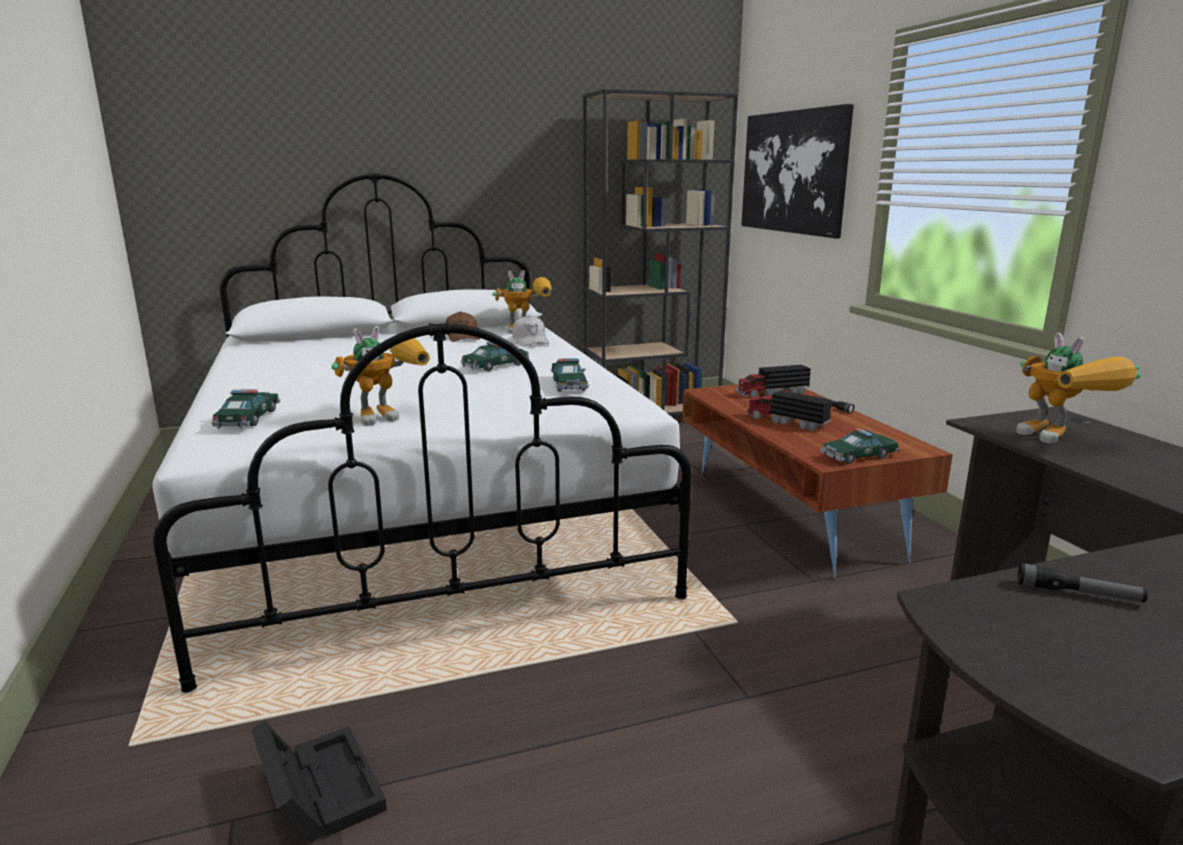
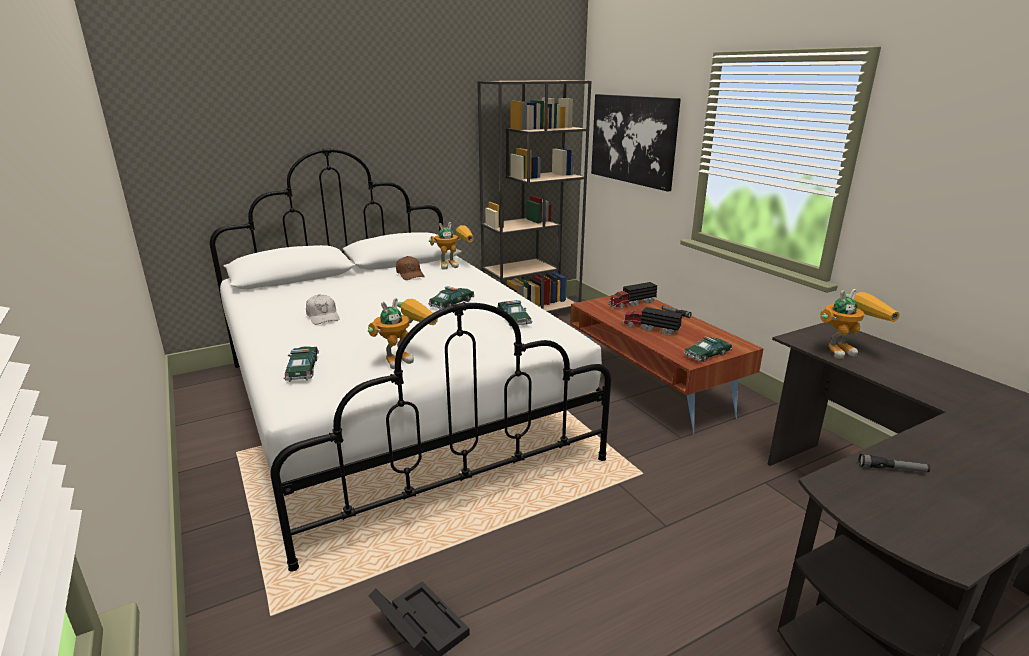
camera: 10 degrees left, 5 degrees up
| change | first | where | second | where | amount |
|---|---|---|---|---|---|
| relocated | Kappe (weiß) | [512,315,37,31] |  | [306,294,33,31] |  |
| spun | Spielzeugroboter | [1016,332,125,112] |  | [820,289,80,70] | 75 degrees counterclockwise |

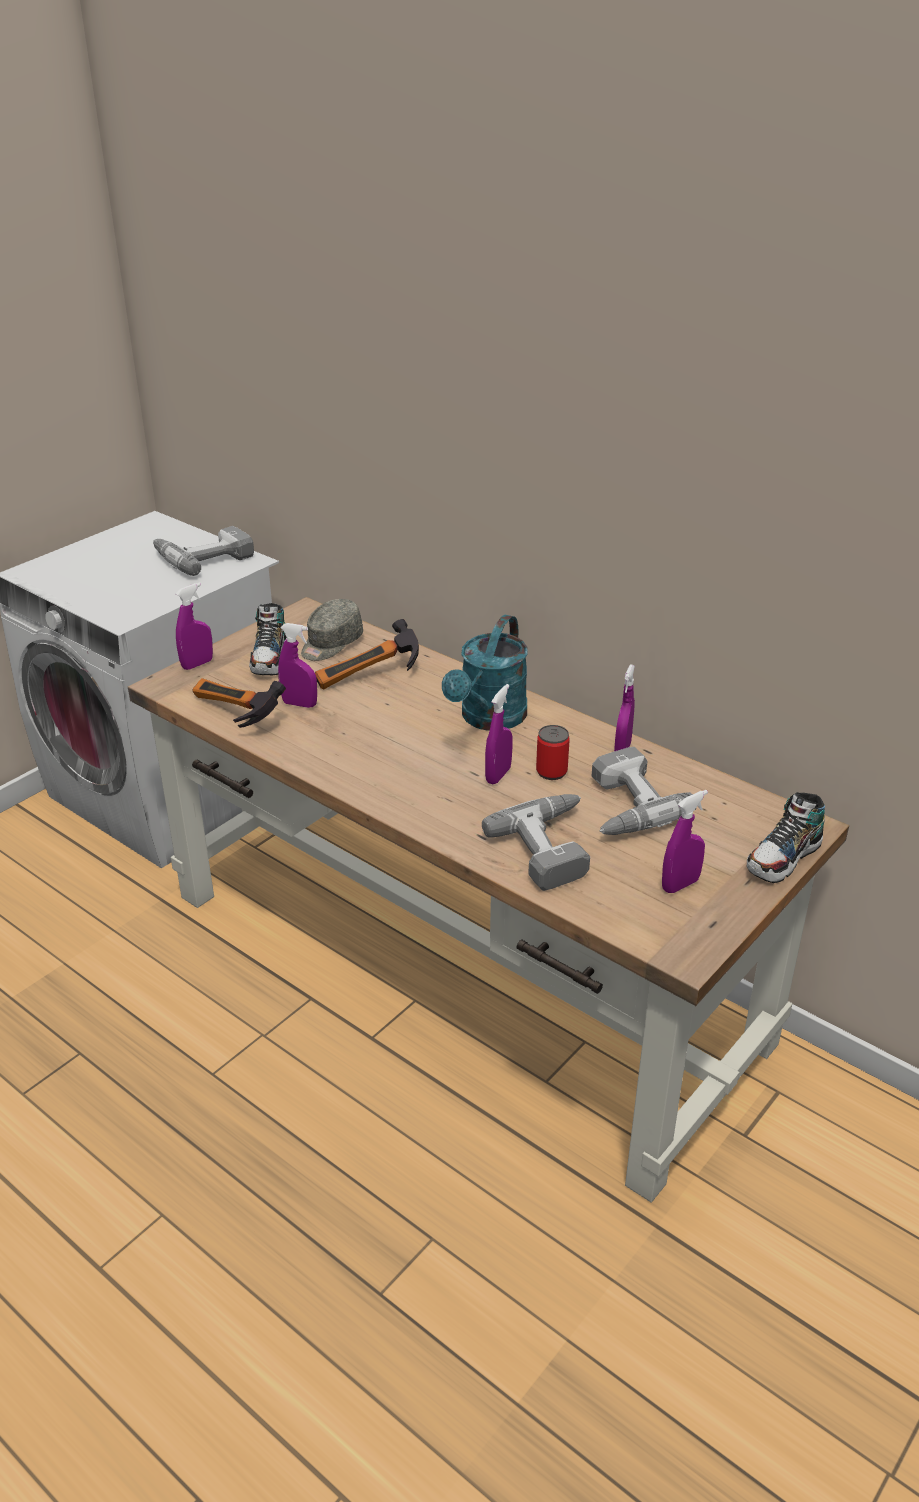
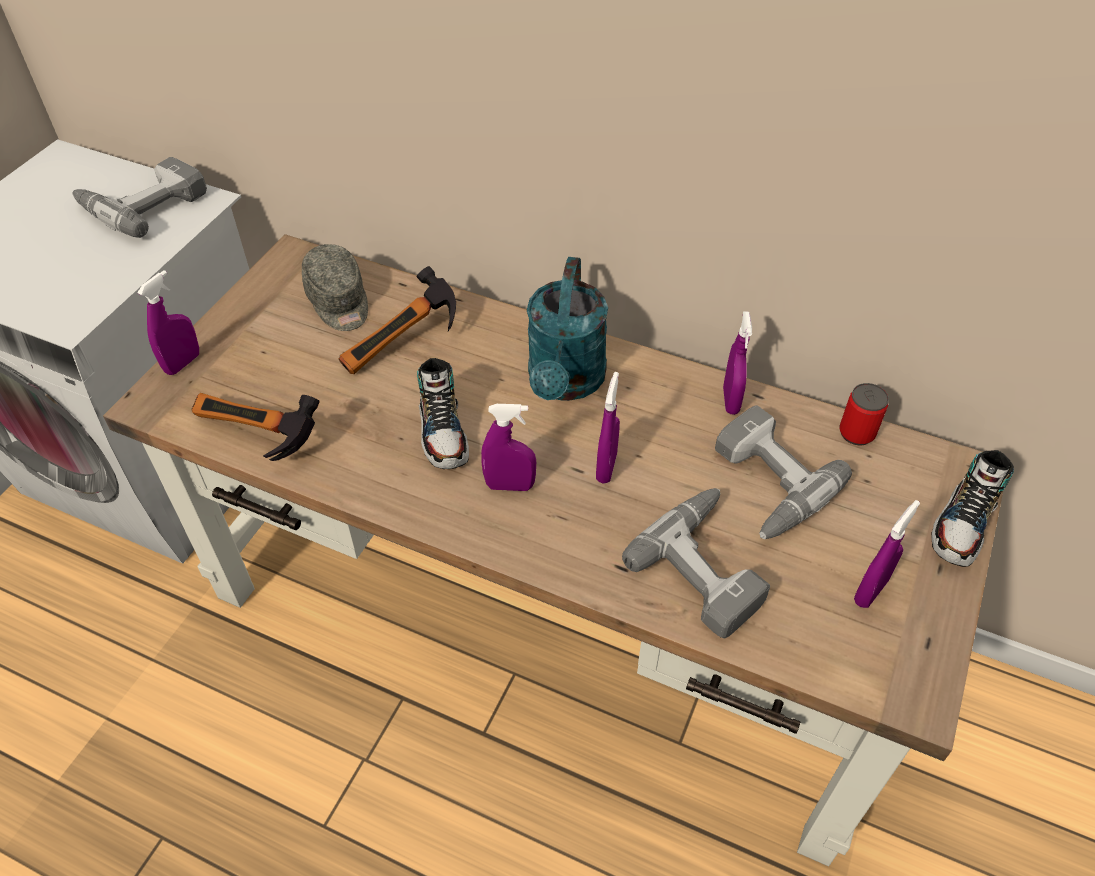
camera: 15 degrees left, 15 degrees up
| change | first | where | second | where | amount |
|---|---|---|---|---|---|
| relocated | Schuh | [249,603,38,72] |  | [417,358,52,111] |  |
| relocated | Sprühflasche (lila) | [278,623,39,85] |  | [481,404,55,87] |  |
| relocated | Dose | [536,725,34,55] |  | [839,383,50,62] |  |
| spun | Kappe (grau) | [301,599,62,62] |  | [302,244,66,87] | 45 degrees counterclockwise |

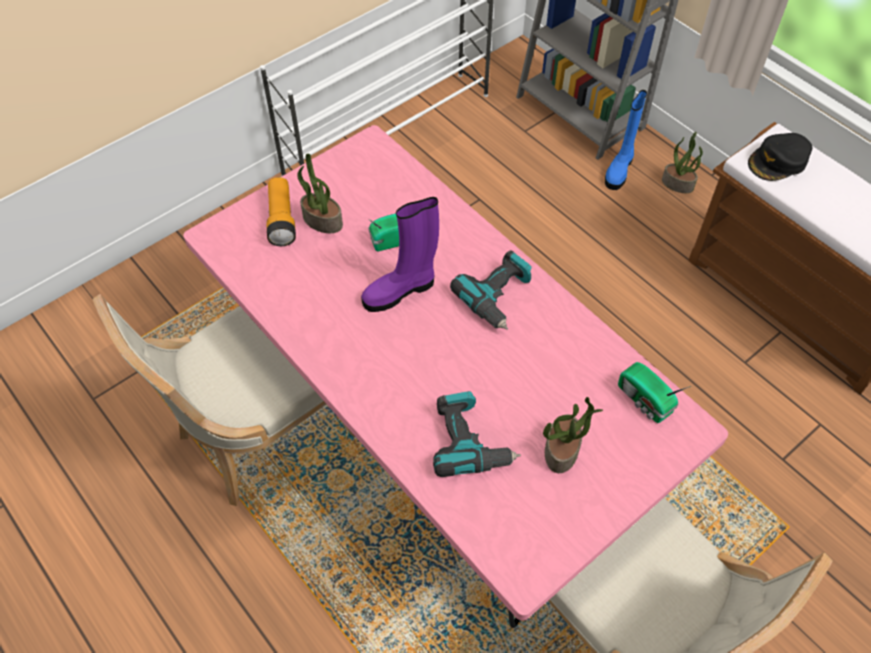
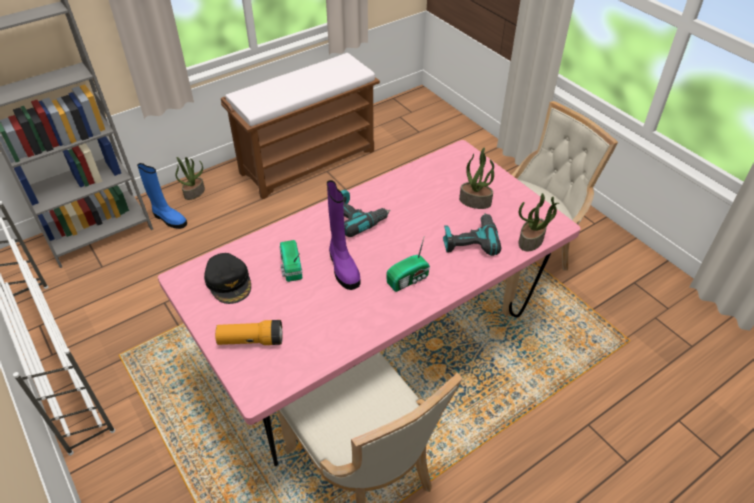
camera: 85 degrees left, 10 degrees down
| change | first | where | second | where | amount |
|---|---|---|---|---|---|
| relocated | Topfpflanze | [297,154,46,79] |  | [518,193,41,58] |  |
| relocated | Radio | [618,362,73,61] |  | [386,238,44,54] |  |
| relocated | Kappe (schwarz) | [748,133,64,48] |  | [204,253,47,51] |  |

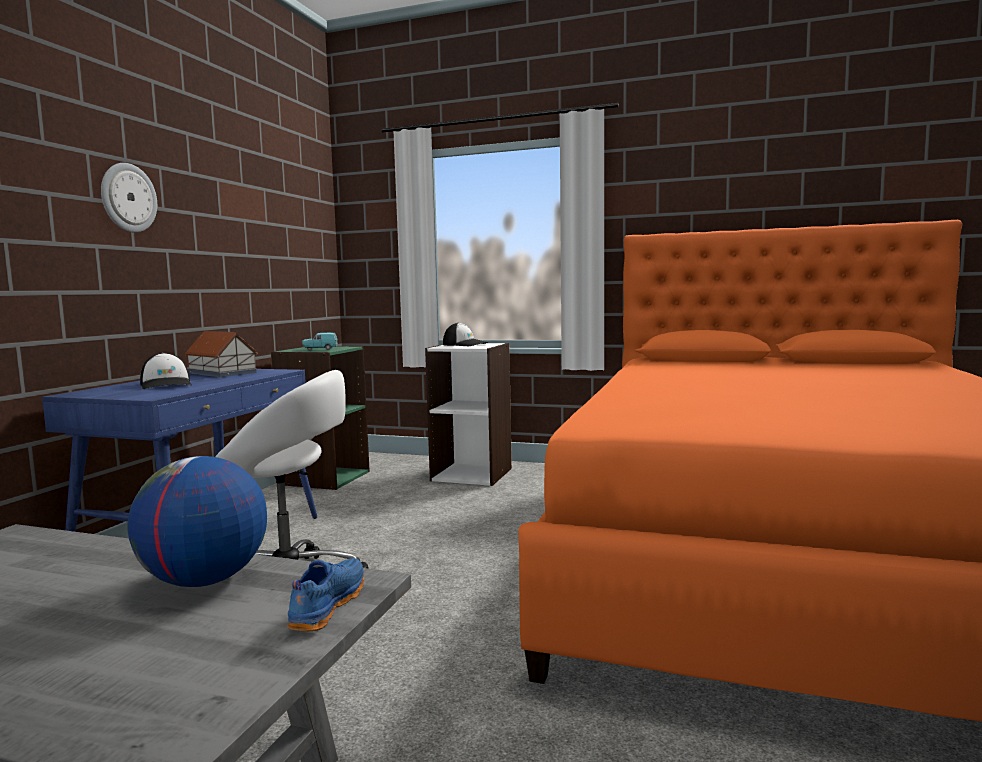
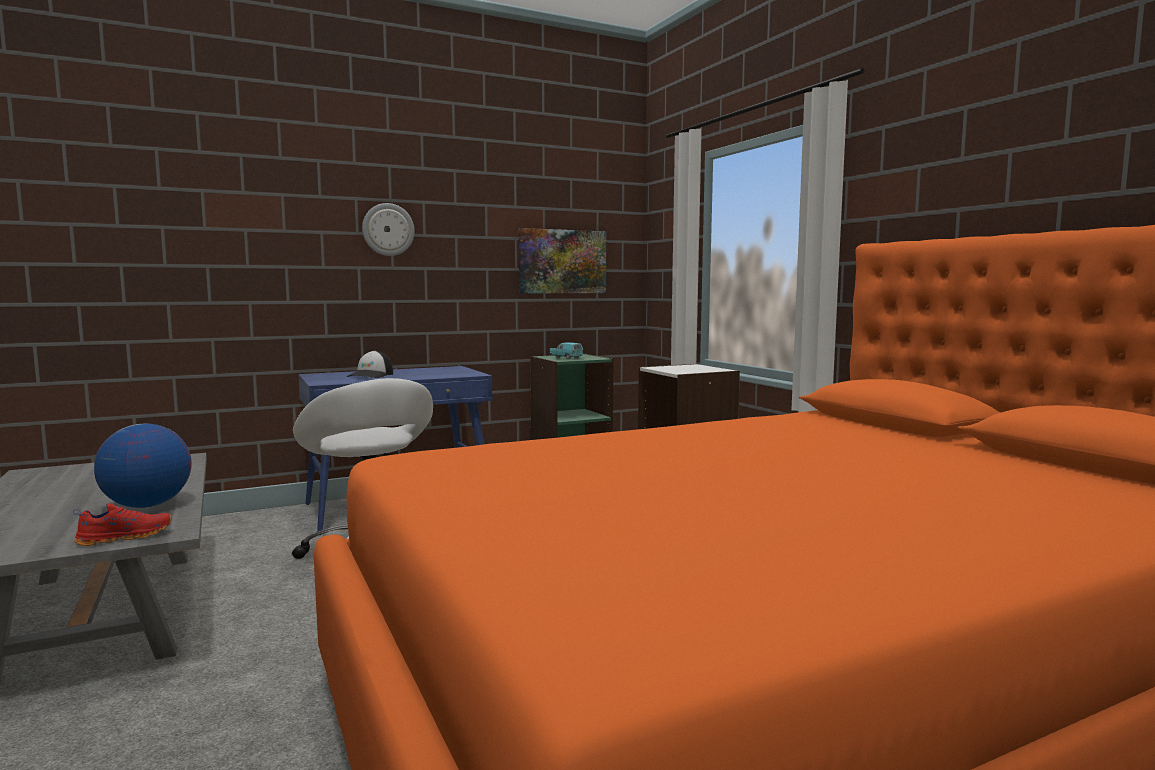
camera: 45 degrees right, 0 degrees up
| change | first | where | second | where | amount |
|---|---|---|---|---|---|
| missing | Spielzeughaus | [185,331,73,46] |  |  |  |
| missing | Kappe | [443,323,45,23] |  |  |  |
| appeared |  |  | Bild | [519,228,87,66] |  |
| colour | Schuh (blau) | [287,558,77,74] | Schuh (rot) | [73,503,99,43] |  |

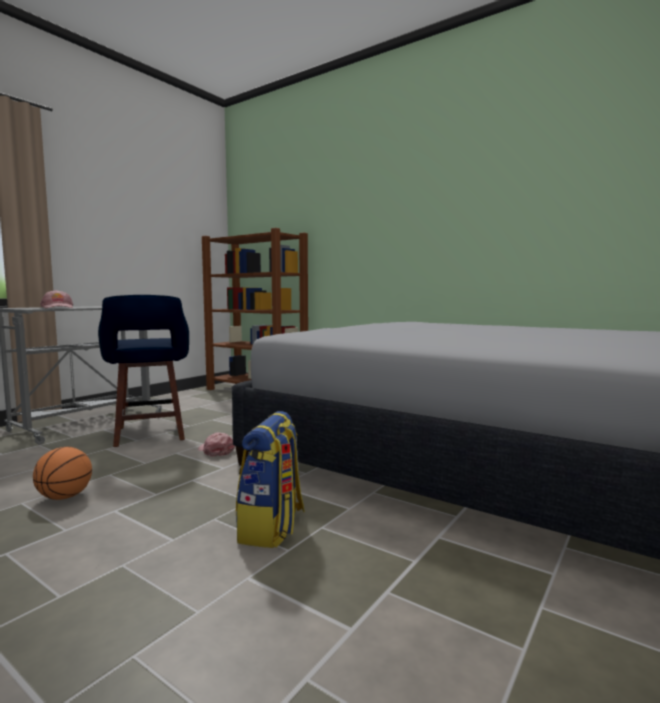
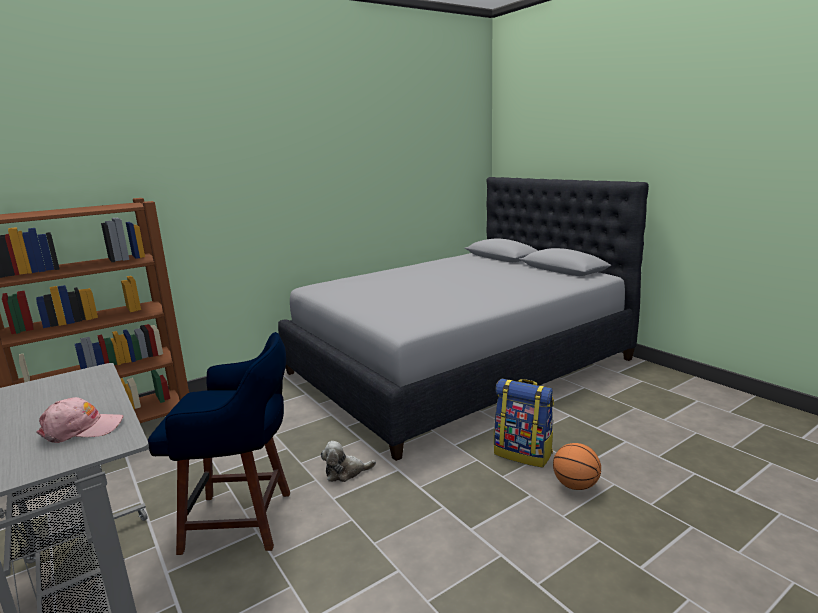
camera: 70 degrees left, 10 degrees up
| change | first | where | second | where | amount |
|---|---|---|---|---|---|
| relocated | Basketball | [33,447,59,53] |  | [553,443,48,47] |  |
| exchanged | Kappe (rosa) | [198,432,37,25] | Plüschtier | [321,441,55,41] |  |

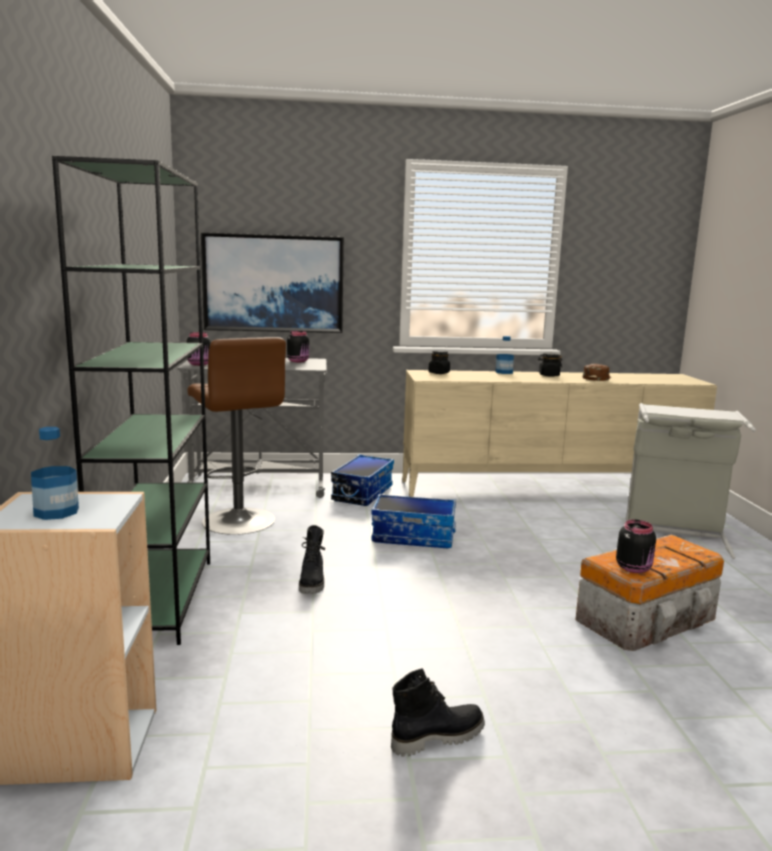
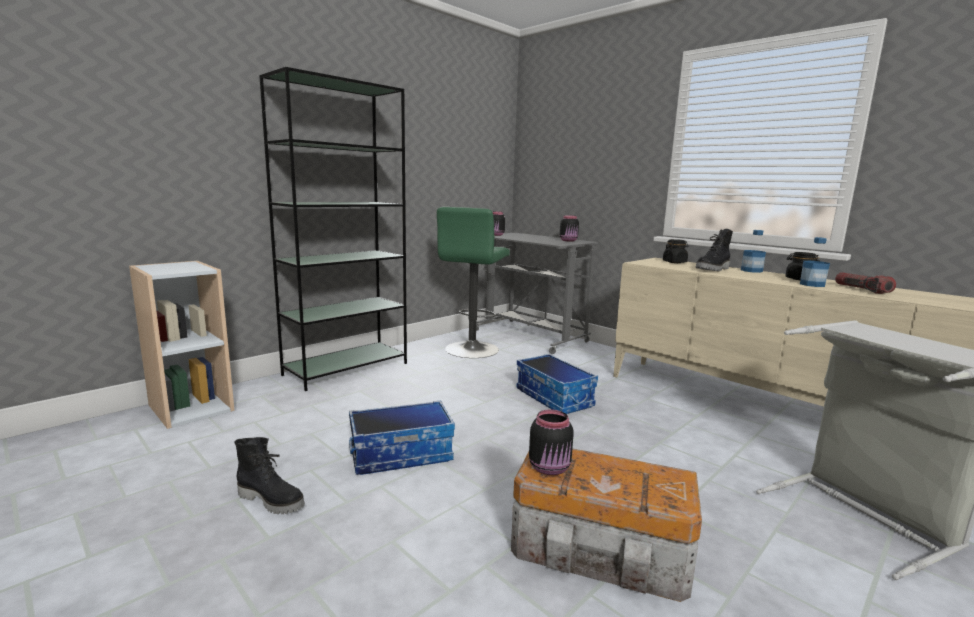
camera: 50 degrees right, 0 degrees up
| change | first | where | second | where | amount |
|---|---|---|---|---|---|
| missing | Bild | [201,232,143,101] |  |  |  |
| relocated | Flasche | [31,427,48,93] |  | [800,237,30,50] |  |
| relocated | Stiefel (schwarz) | [299,525,26,69] |  | [696,229,37,42] |  |
| relocated | Aufbewahrungsbox | [331,454,63,52] |  | [349,401,106,74] |  |
| exchanged | Kappe (braun) | [583,364,28,17] | Taschenlampe | [835,272,61,22] |  |
| colour | Hocker (braun) | [188,337,98,198] | Hocker (grün) | [437,207,73,151] |  |

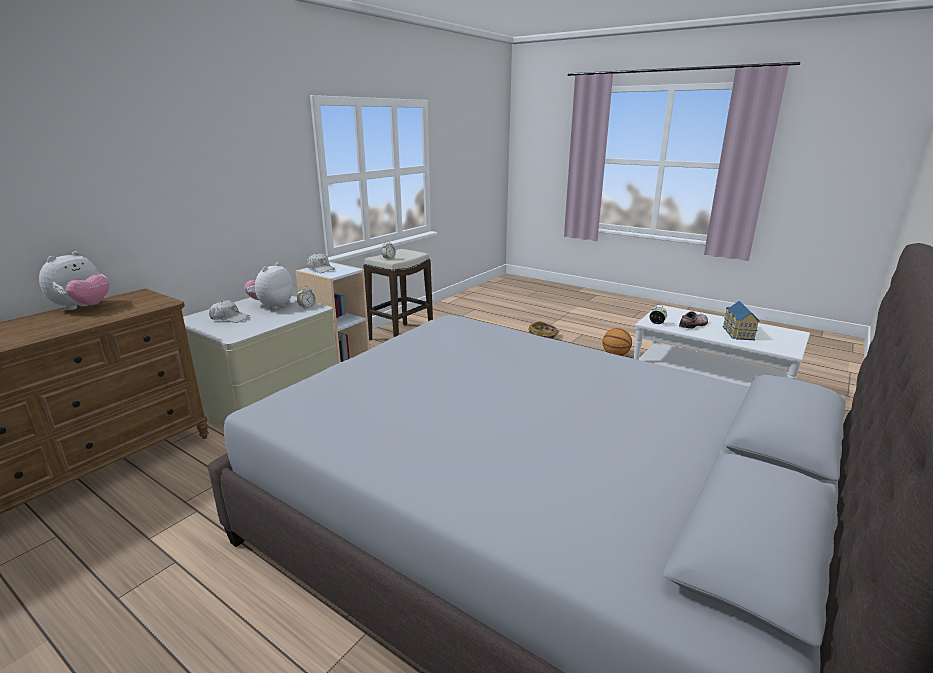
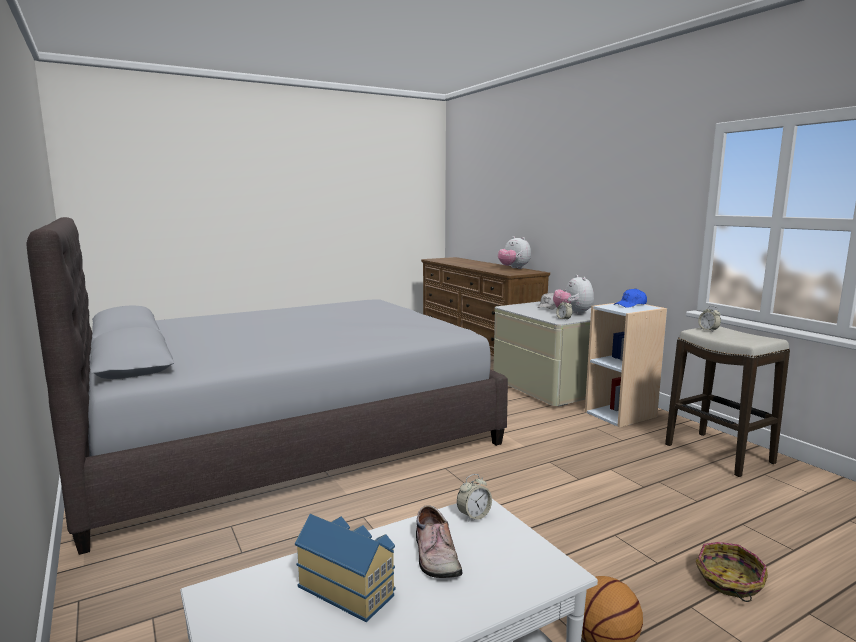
camera: 115 degrees right, 10 degrees down
| change | first | where | second | where | amount |
|---|---|---|---|---|---|
| colour | Kappe (weiß) | [307,253,28,20] | Kappe (blau) | [614,288,33,20] |  |
| spun | Plüschtier | [244,262,50,48] |  | [553,275,41,40] | 150 degrees counterclockwise |

